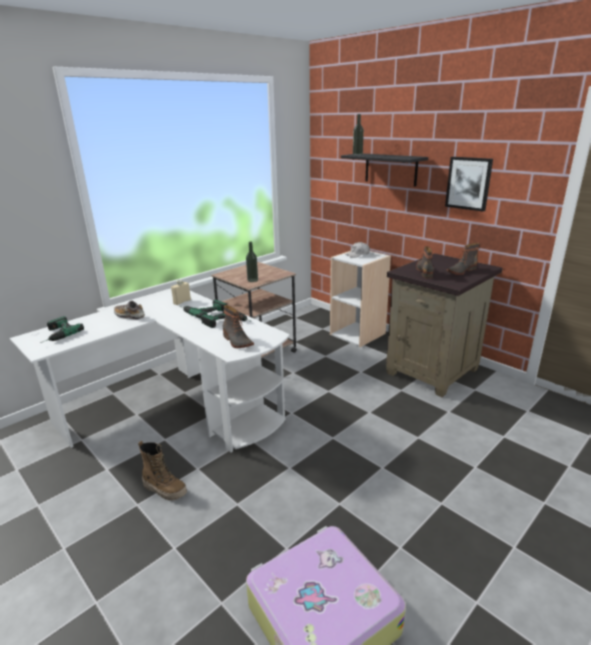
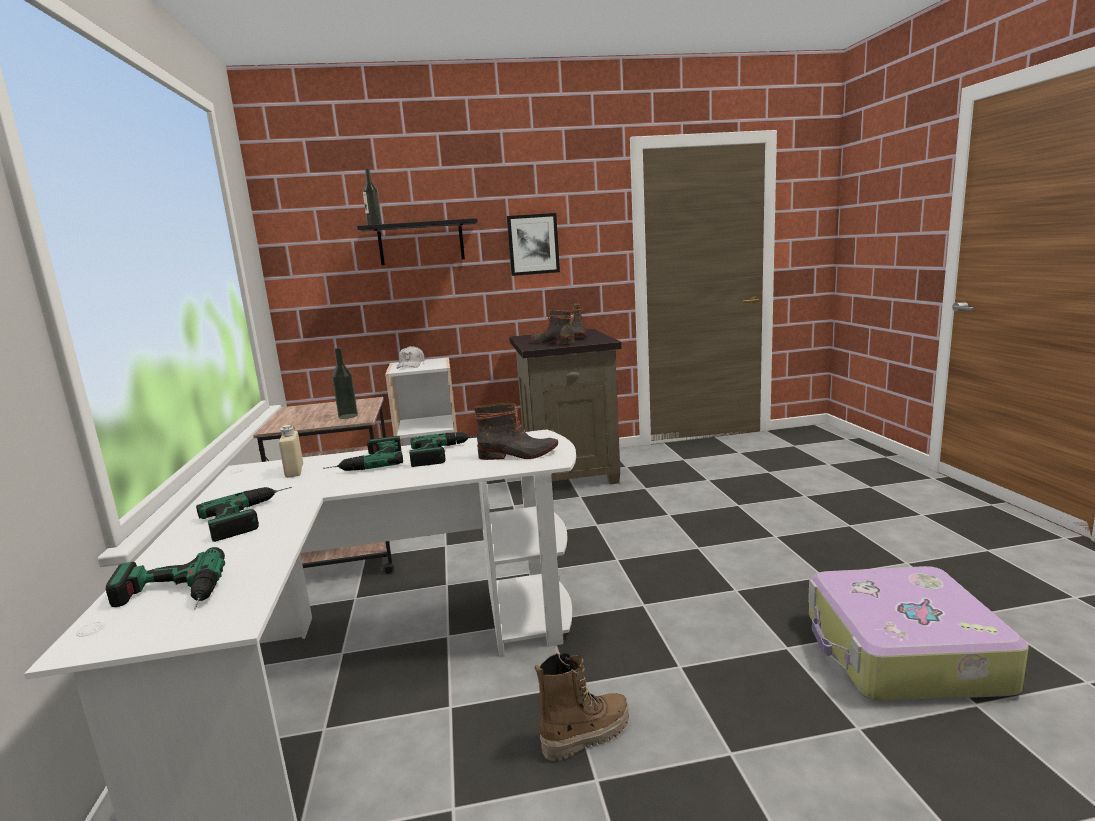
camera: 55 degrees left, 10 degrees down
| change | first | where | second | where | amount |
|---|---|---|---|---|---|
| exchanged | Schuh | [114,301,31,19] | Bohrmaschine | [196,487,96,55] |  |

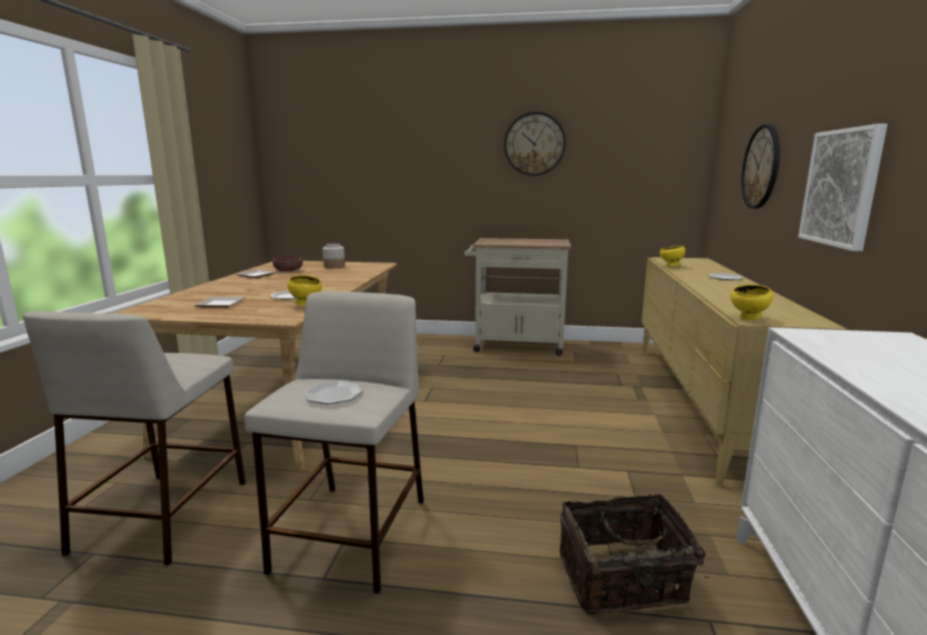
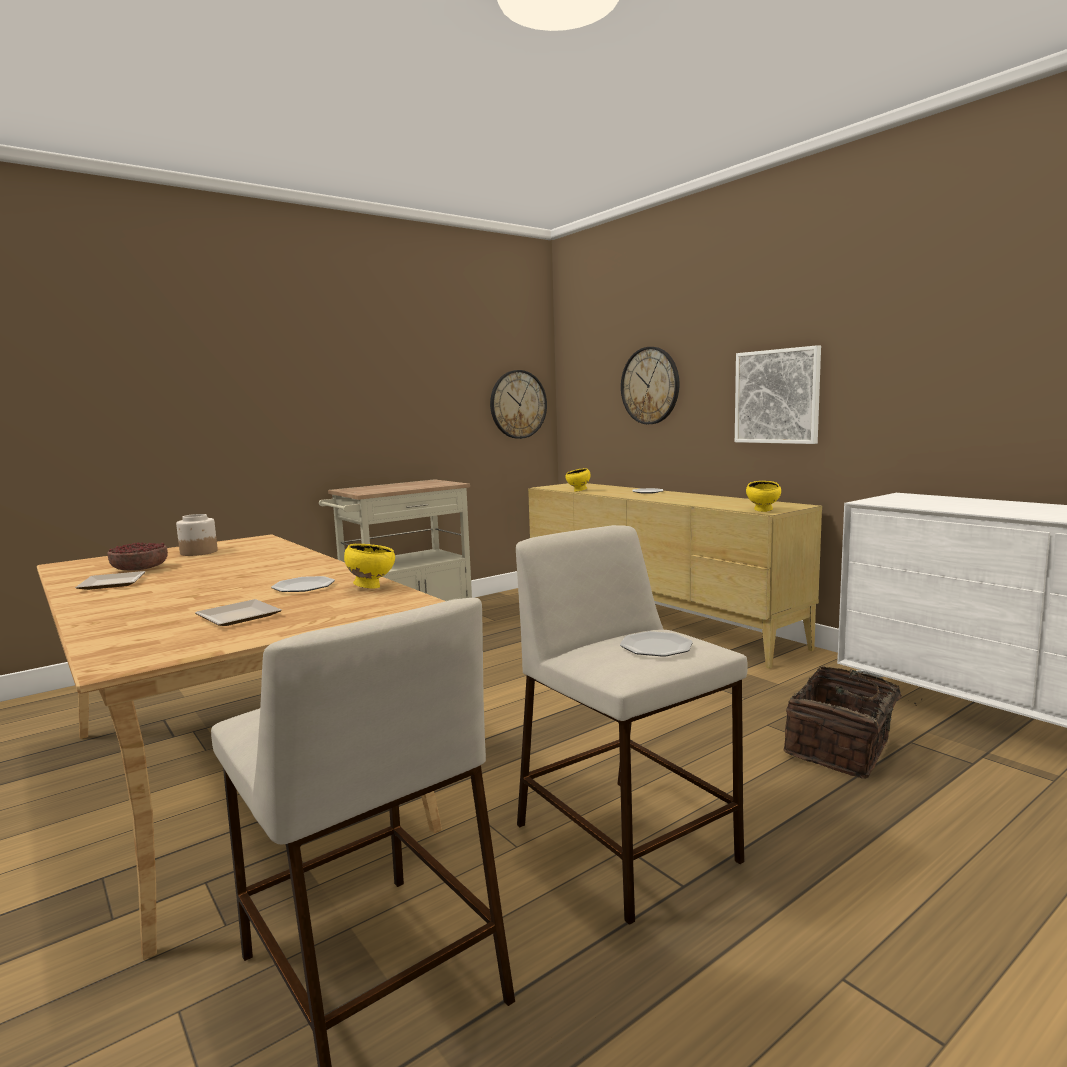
camera: 45 degrees left, 5 degrees down
| change | first | where | second | where | amount |
|---|---|---|---|---|---|
| relocated | Wanduhr | [504,112,62,64] |  | [490,370,57,69] |  |

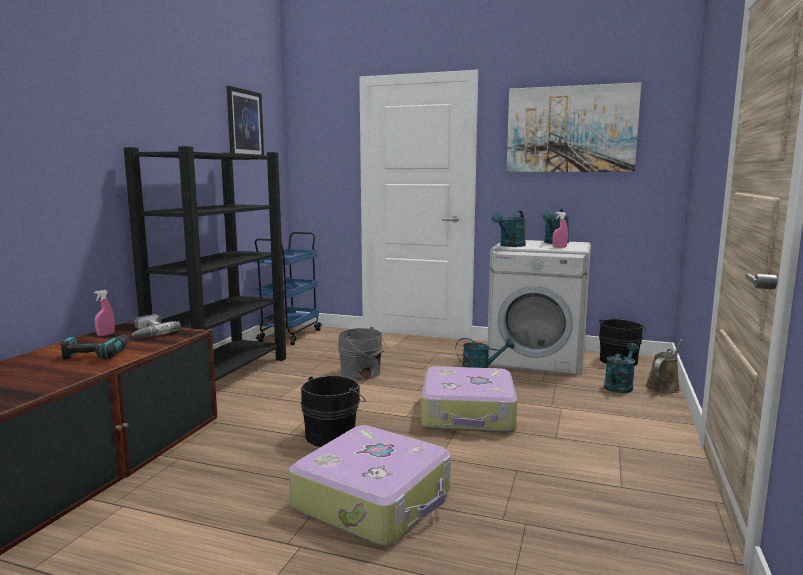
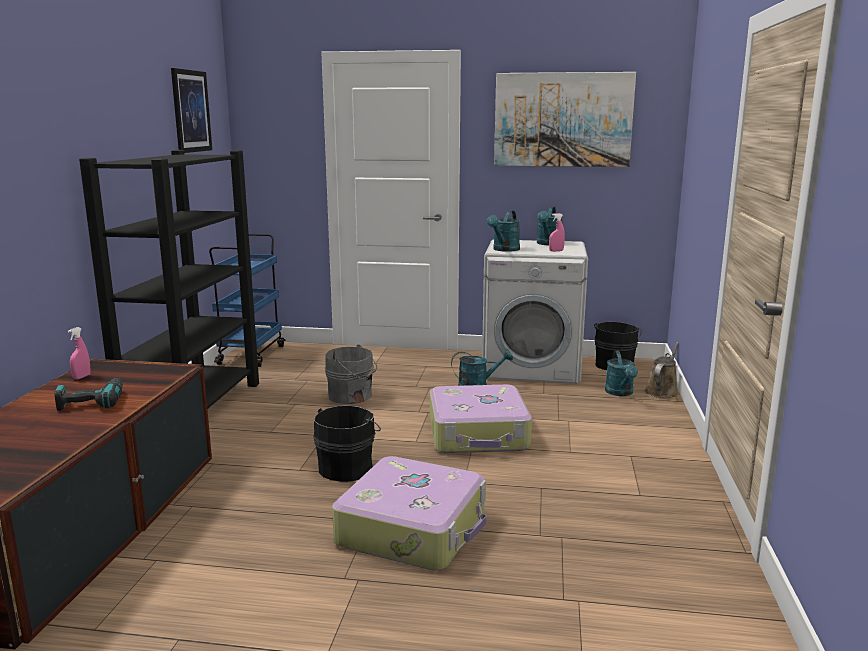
camera: 10 degrees left, 5 degrees up
| change | first | where | second | where | amount |
|---|---|---|---|---|---|
| missing | Bohrmaschine | [132,314,49,23] |  |  |  |
| spun | Gießkanne (türkis) | [604,343,35,50] |  | [605,351,33,45] | 150 degrees clockwise |

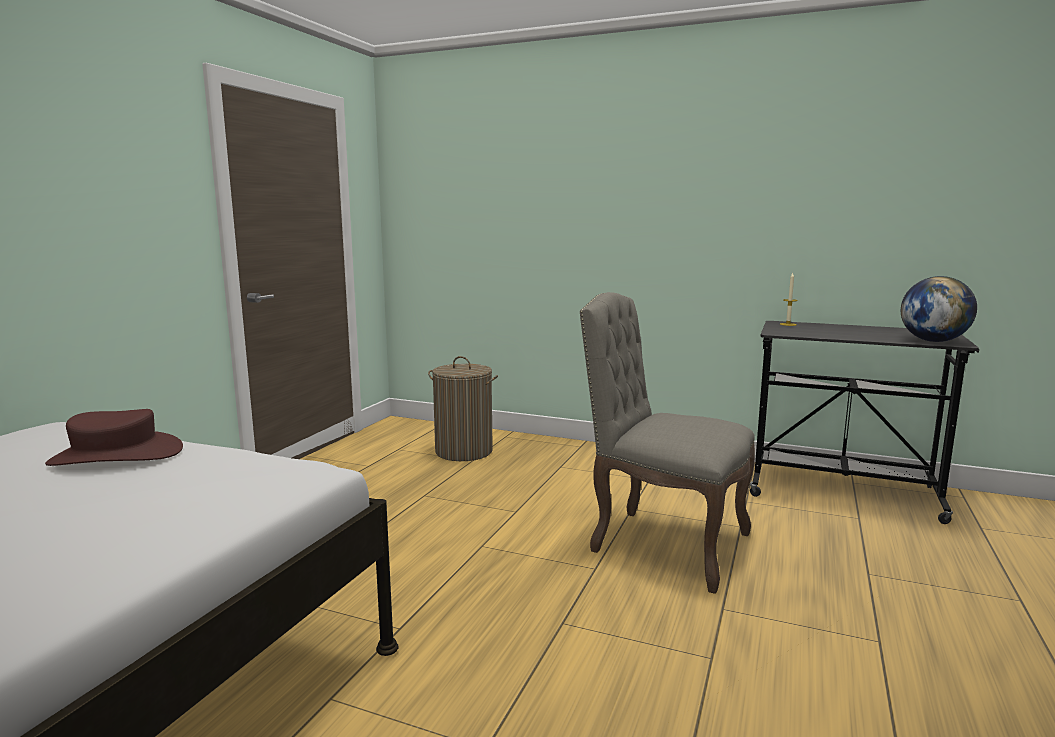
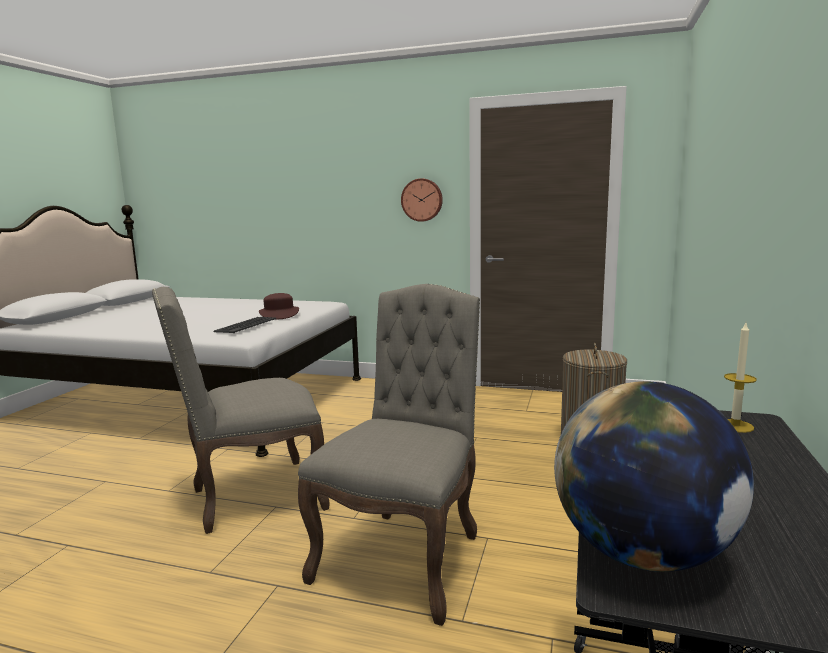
camera: 85 degrees right, 0 degrees up
| change | first | where | second | where | amount |
|---|---|---|---|---|---|
| appeared |  |  | Stuhl (grau) | [152,287,177,247] |  |
| appeared |  |  | Tastatur | [214,317,62,16] |  |
| appeared |  |  | Wanduhr | [401,178,42,44] |  |

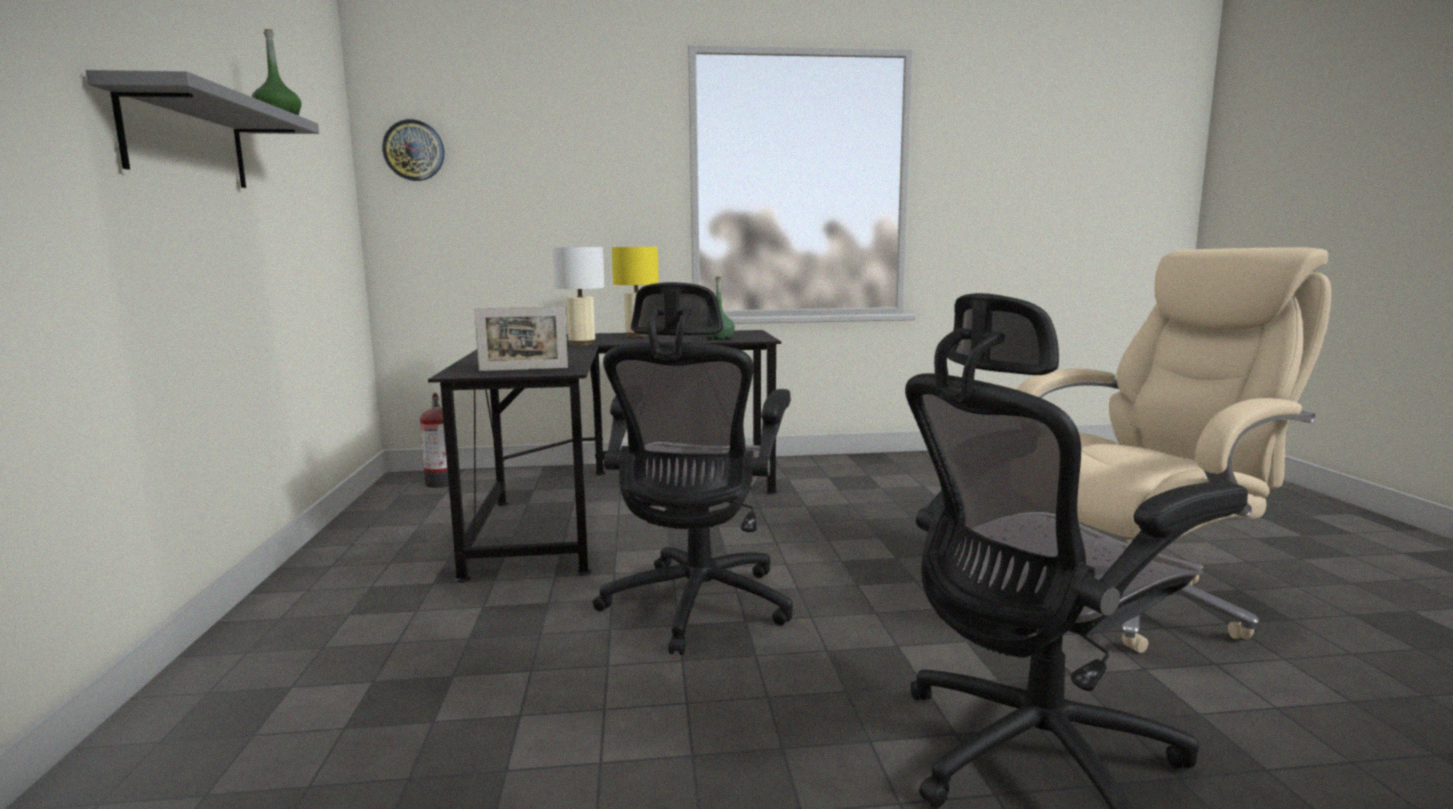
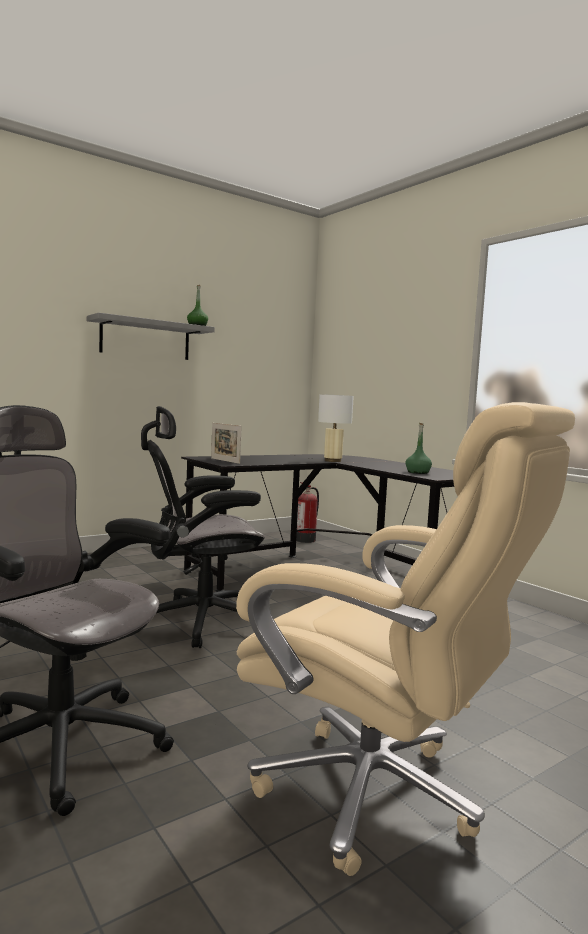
camera: 60 degrees right, 5 degrees down
| change | first | where | second | where | amount |
|---|---|---|---|---|---|
| missing | Wanduhr | [382,119,62,62] |  |  |  |
| missing | Tischlampe (gelb) | [612,247,47,90] |  |  |  |

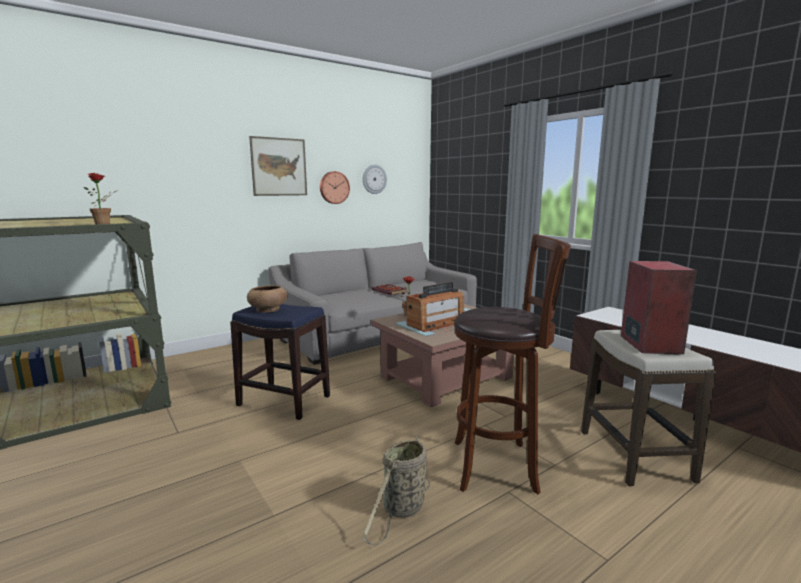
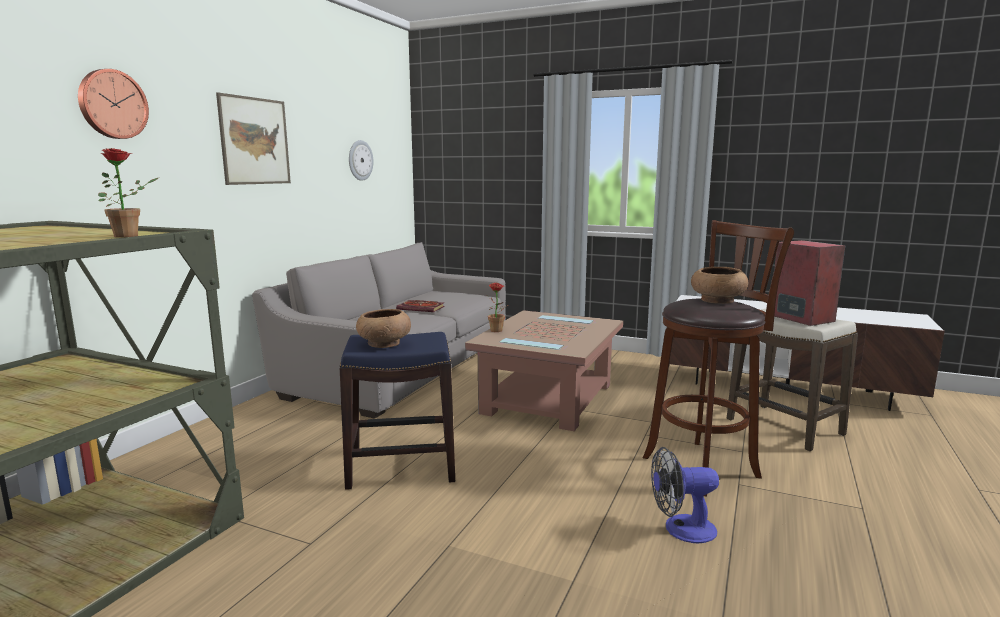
camera: 30 degrees left, 0 degrees up
| change | first | where | second | where | amount |
|---|---|---|---|---|---|
| missing | Radio | [407,282,57,50] |  |  |  |
| appeared |  |  | Schüssel (braun) | [691,267,57,37] |  |
| relocated | Wanduhr | [320,171,30,33] |  | [78,69,71,70] |  |
| exchanged | Korb | [363,436,67,109] | Ventilator | [651,447,68,97] |  |

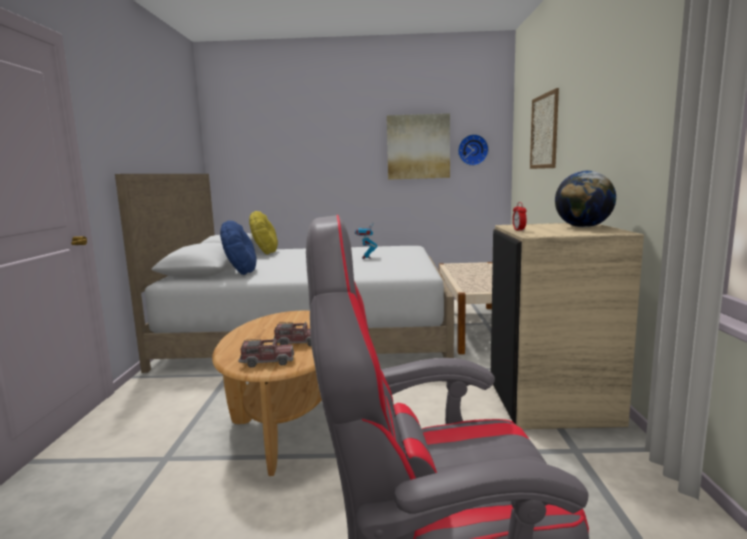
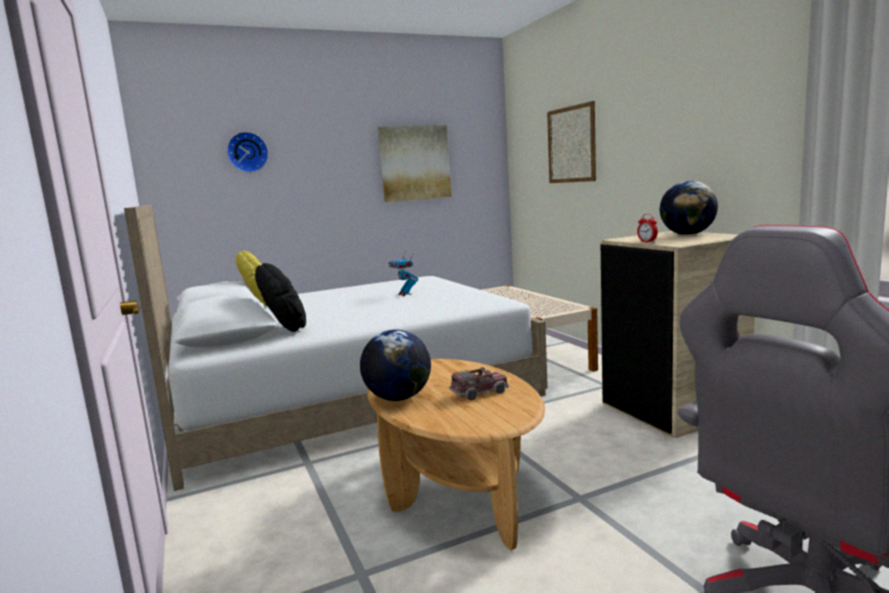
camera: 25 degrees left, 0 degrees up
| change | first | where | second | where | amount |
|---|---|---|---|---|---|
| missing | Spielzeuglaster | [239,338,55,30] |  |  |  |
| appeared |  |  | Globus | [360,329,71,72] |  |
| relocated | Wanduhr | [458,134,31,32] |  | [227,132,42,41] |  |
| colour | Kissen (blau) | [220,221,37,54] | Kissen (schwarz) | [255,263,51,69] |  |

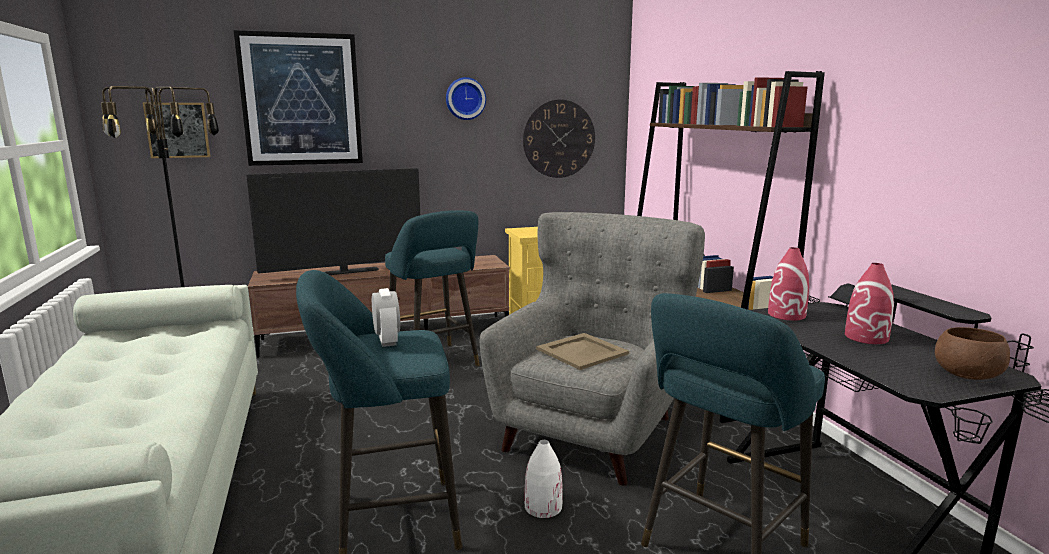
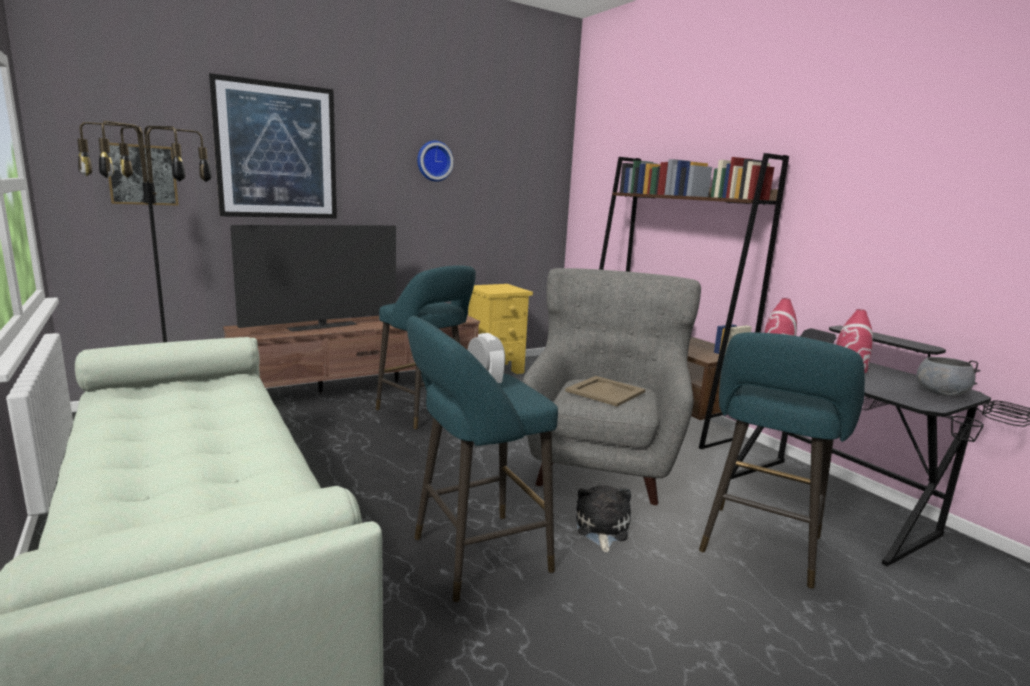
camera: 15 degrees left, 0 degrees up
| change | first | where | second | where | amount |
|---|---|---|---|---|---|
| missing | Wanduhr | [523,99,72,79] |  |  |  |
| exchanged | Vase (weiß) | [524,440,39,78] | Plüschtier | [576,485,55,68] |  |
| colour | Schüssel (braun) | [935,327,75,53] | Schüssel (grau) | [916,357,59,39] |  |

